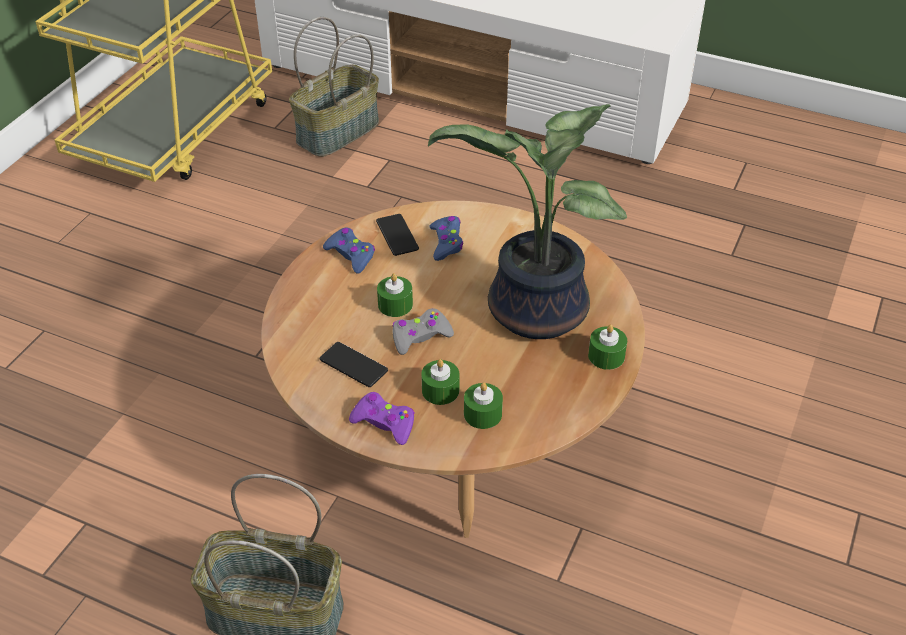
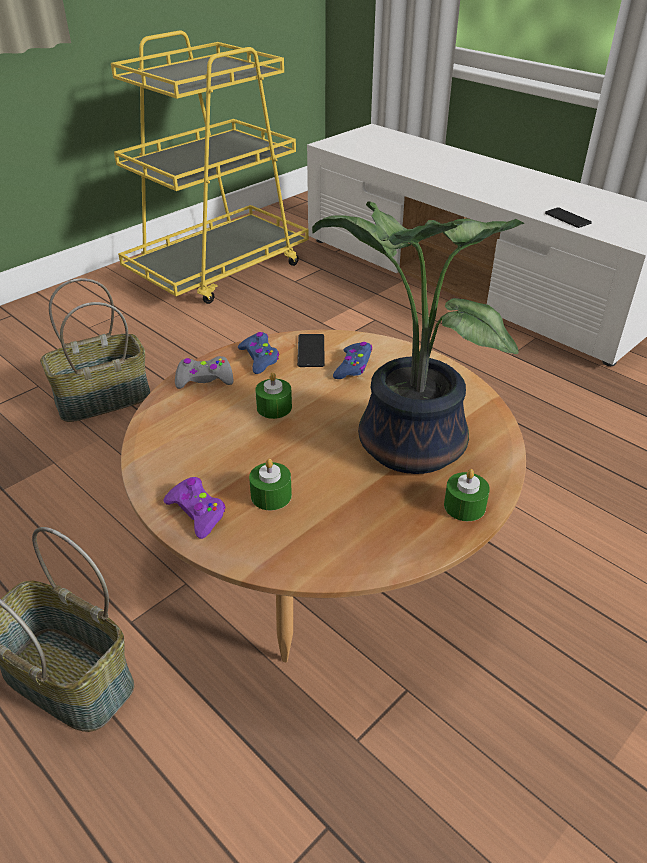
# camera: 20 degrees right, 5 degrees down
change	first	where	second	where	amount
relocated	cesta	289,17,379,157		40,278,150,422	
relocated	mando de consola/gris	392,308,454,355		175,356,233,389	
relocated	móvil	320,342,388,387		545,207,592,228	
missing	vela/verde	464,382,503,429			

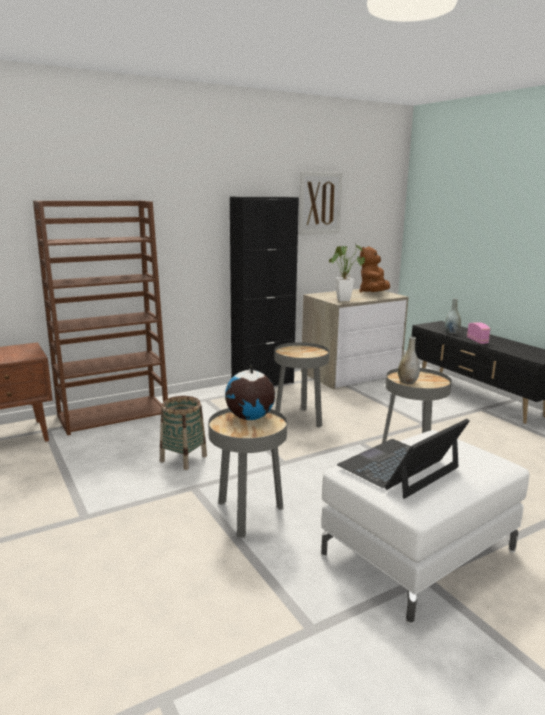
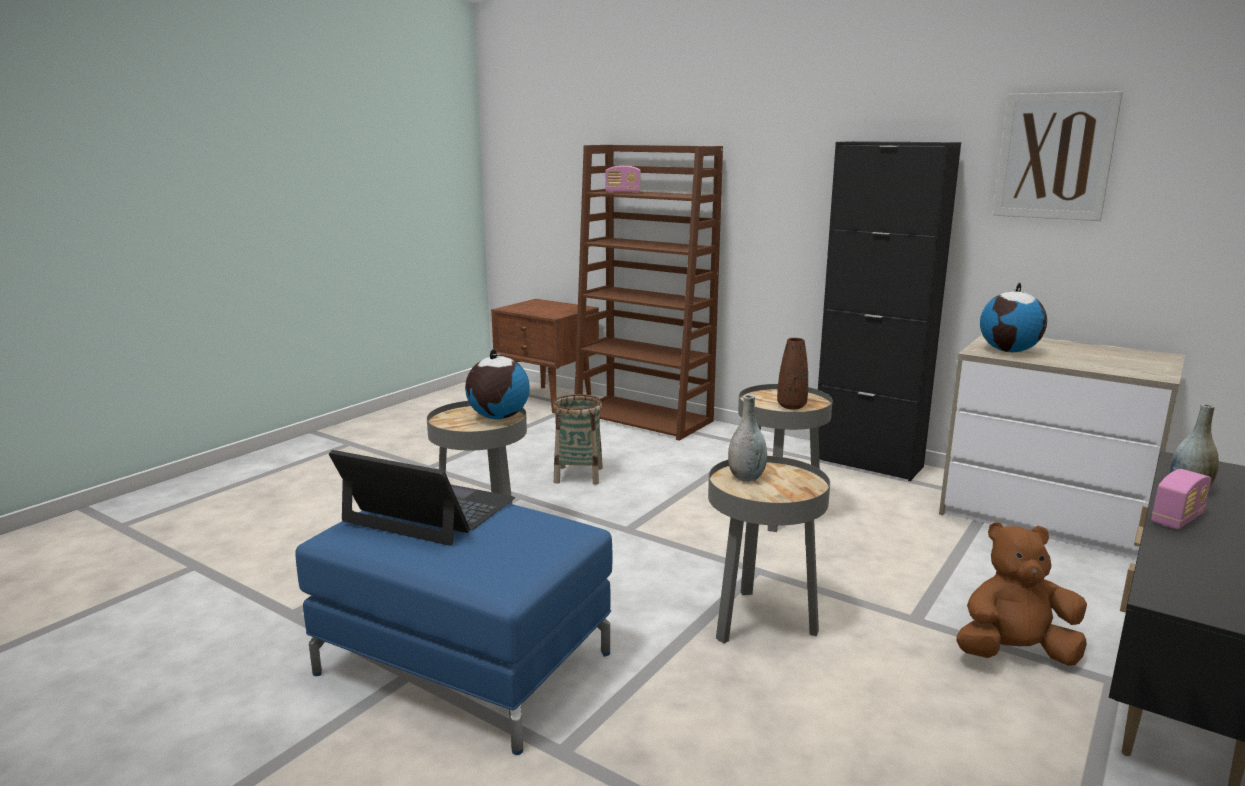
# camera: 65 degrees right, 0 degrees up
change	first	where	second	where	amount
exchanged	planta en maceta	329,243,365,301	globo terráqueo	980,283,1047,353	
relocated	peluche/marrón	359,246,390,292		957,522,1087,666	
colour	puf/blanco	321,430,529,625	puf/azul	295,503,612,755	
appeared			radio	605,165,641,193	
appeared			florero/marrón	777,338,808,410	

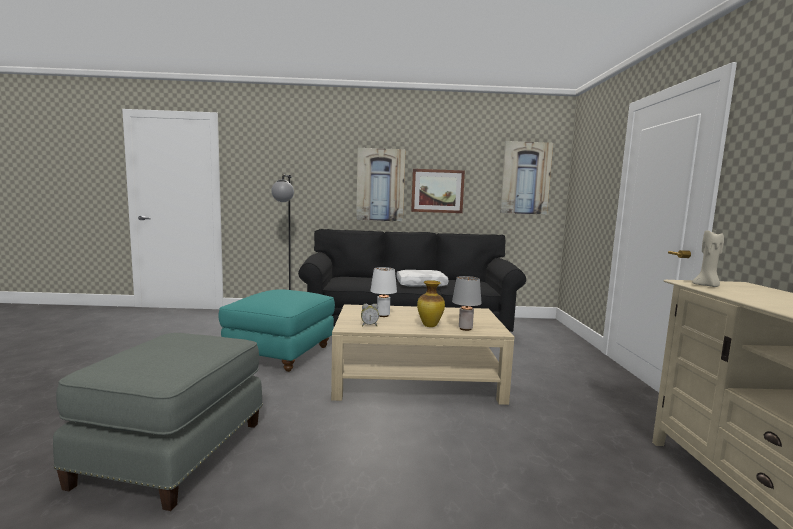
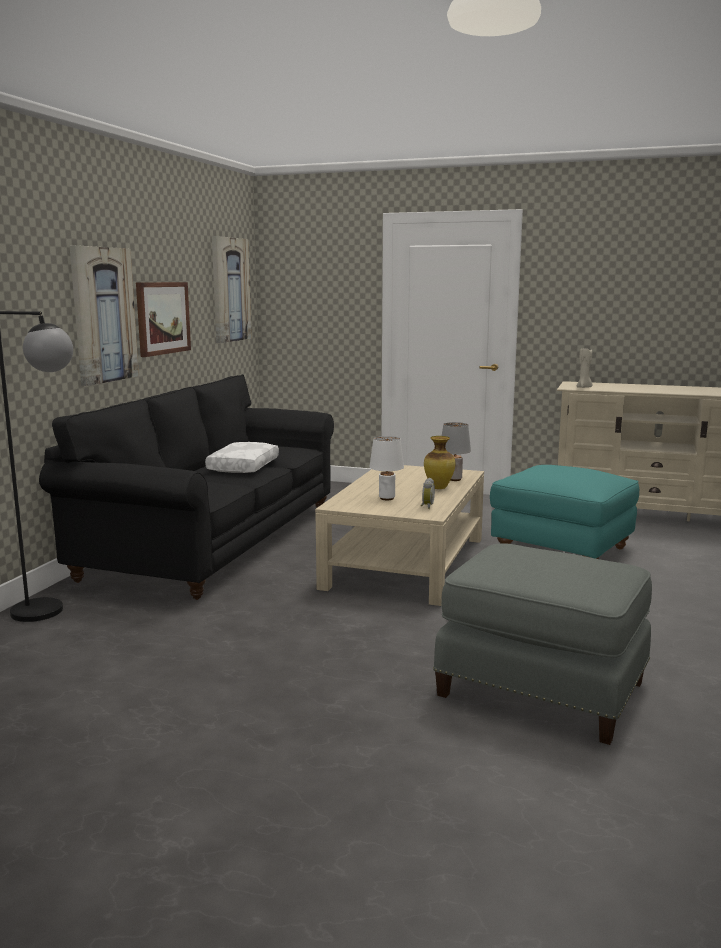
# camera: 70 degrees left, 5 degrees up
change	first	where	second	where	amount
relocated	puf/turquesa	219,289,335,372		490,465,639,559	

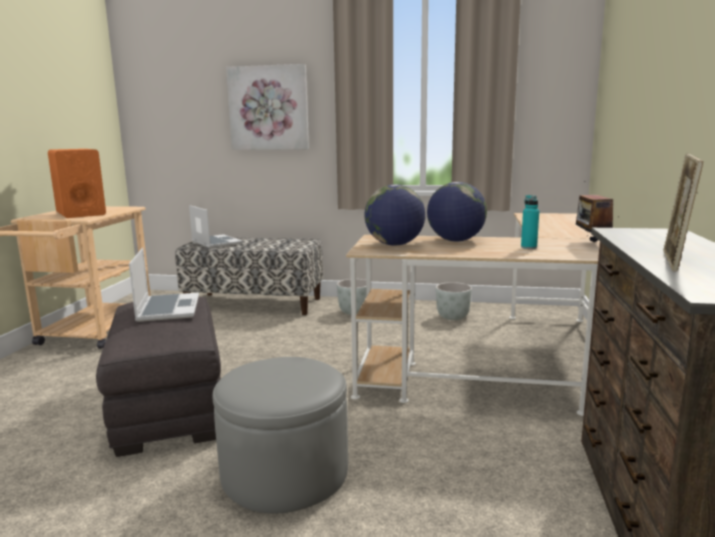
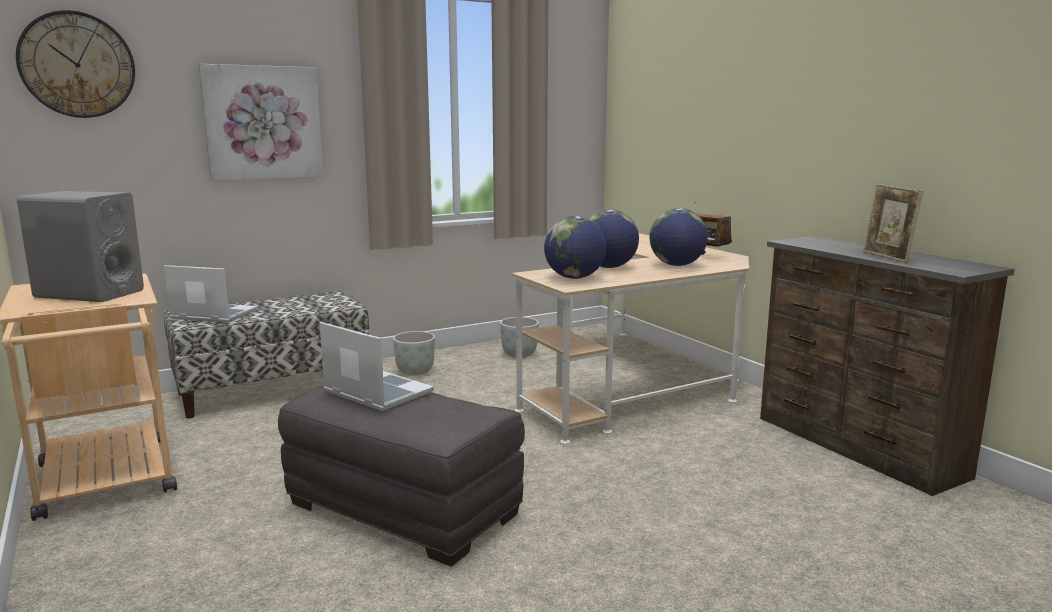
# camera: 40 degrees left, 0 degrees up
change	first	where	second	where	amount
colour	altavoz/naranja	48,149,106,218	altavoz/gris	17,191,144,302	
exchanged	botella/turquesa	521,195,539,249	globo terráqueo	649,208,708,266	
missing	puf/gris	213,357,348,513			
appeared			reloj de pared	16,10,135,118	

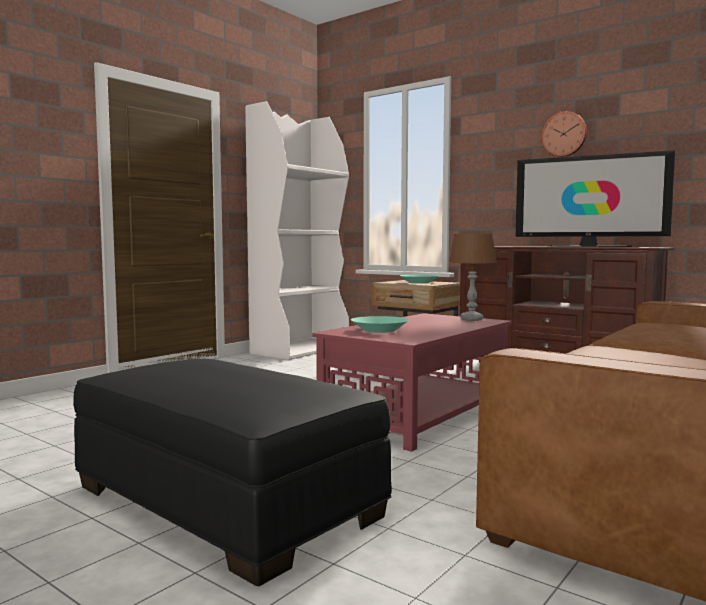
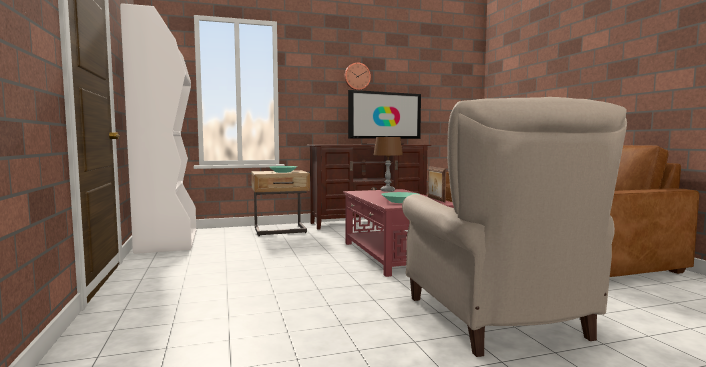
# camera: 55 degrees left, 0 degrees up
change	first	where	second	where	amount
exchanged	puf/negro	73,359,392,586	sillón/beis	402,97,627,357	
appeared			portarretratos	428,166,446,202	

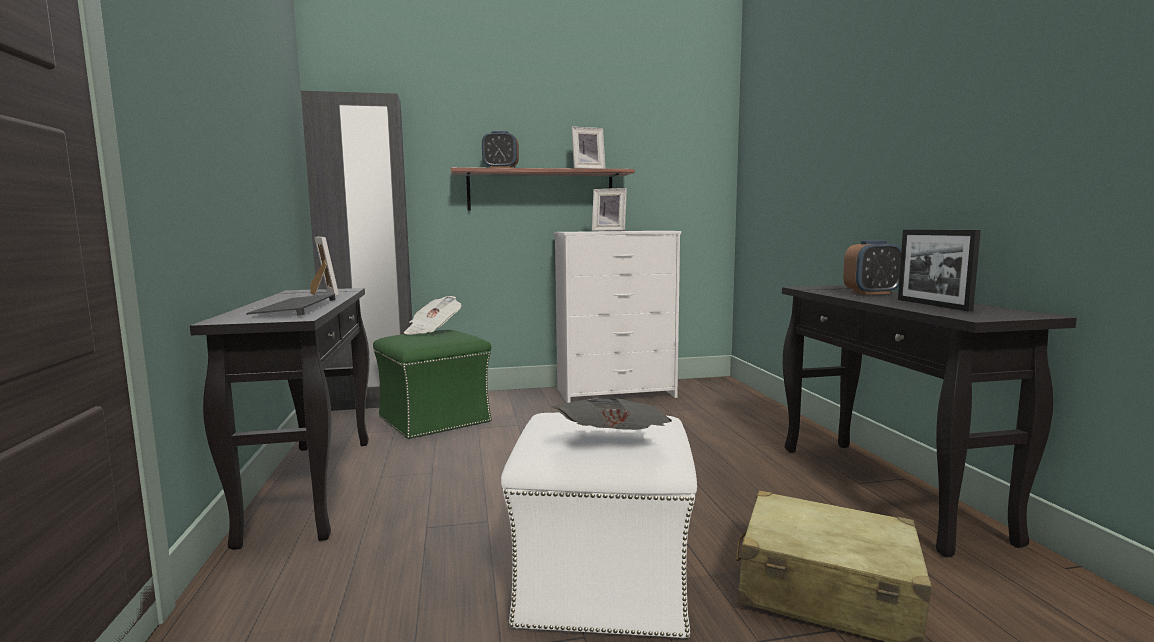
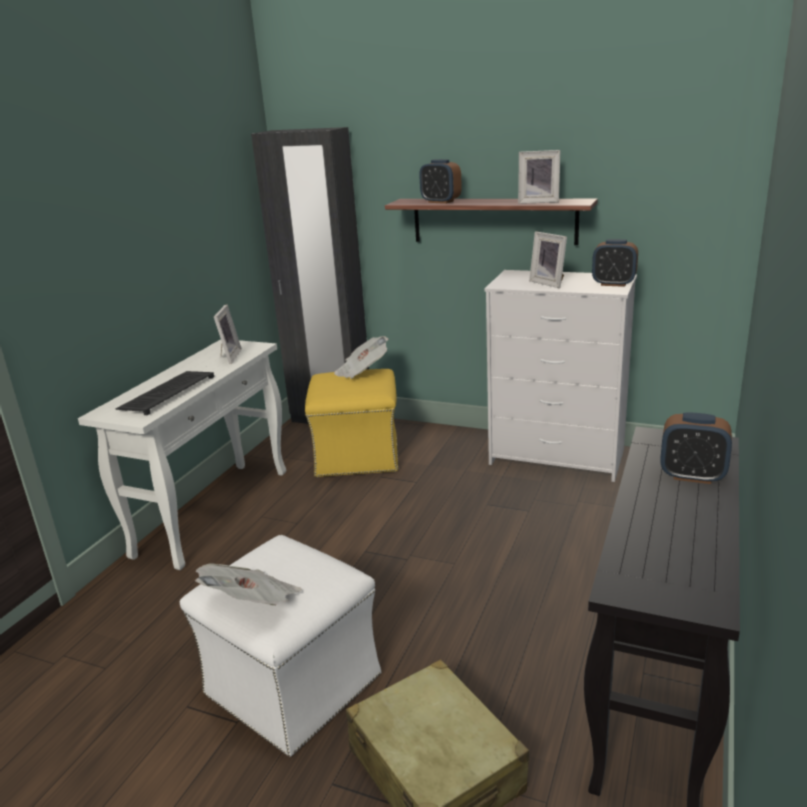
# camera: 35 degrees right, 15 degrees up
change	first	where	second	where	amount
missing	portarretratos	898,230,981,311			
colour	mesa consola/negro	190,288,369,550	mesa consola/blanco	78,339,286,570	
colour	puf/verde	373,330,492,440	puf/amarillo	305,369,399,477	
appeared			despertador	592,239,638,287	

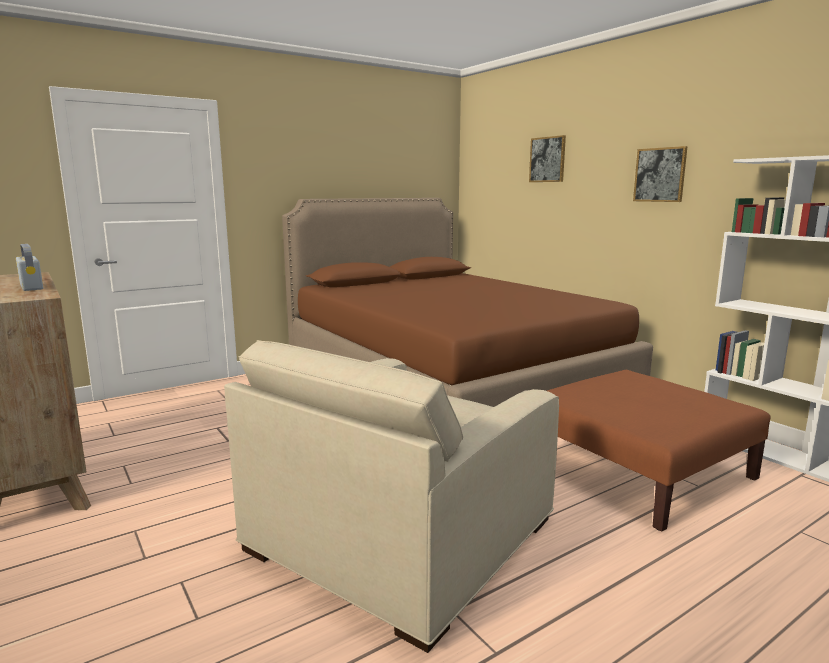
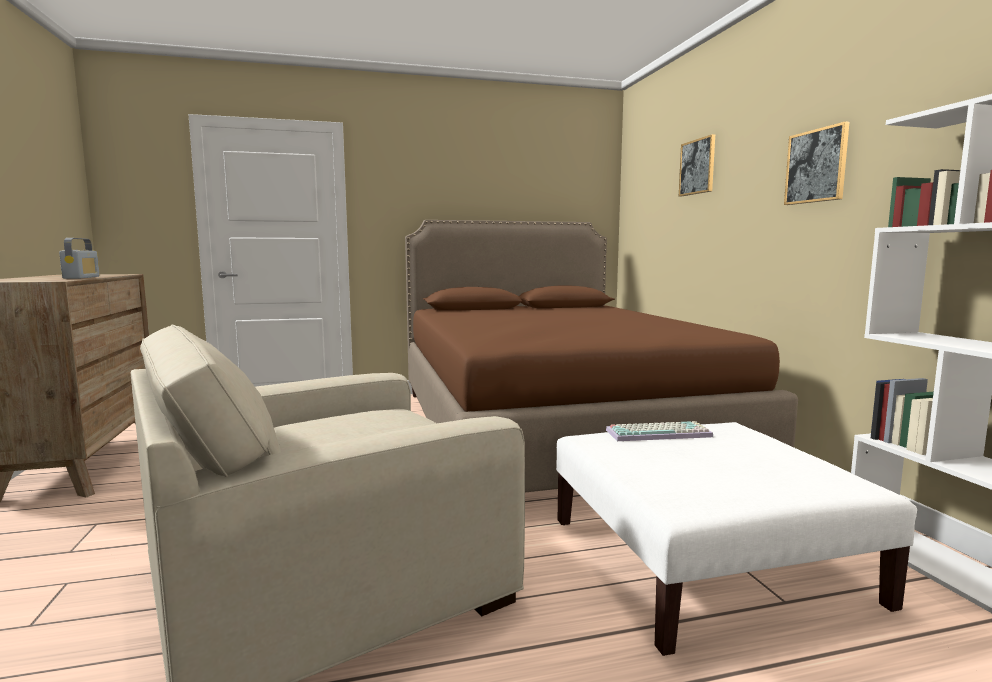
# camera: 20 degrees right, 5 degrees down
change	first	where	second	where	amount
colour	puf/marrón	547,370,770,531	puf/blanco	556,422,917,656	
appeared			teclado	606,421,713,441	

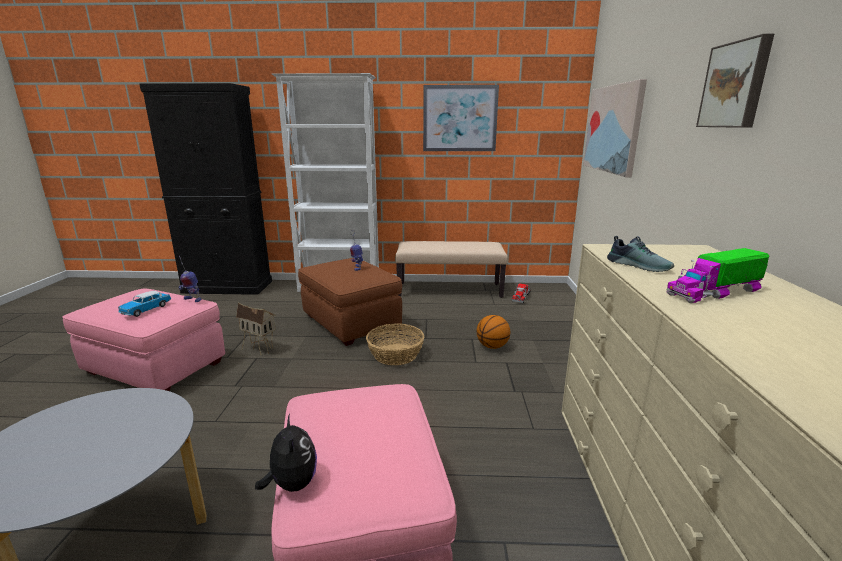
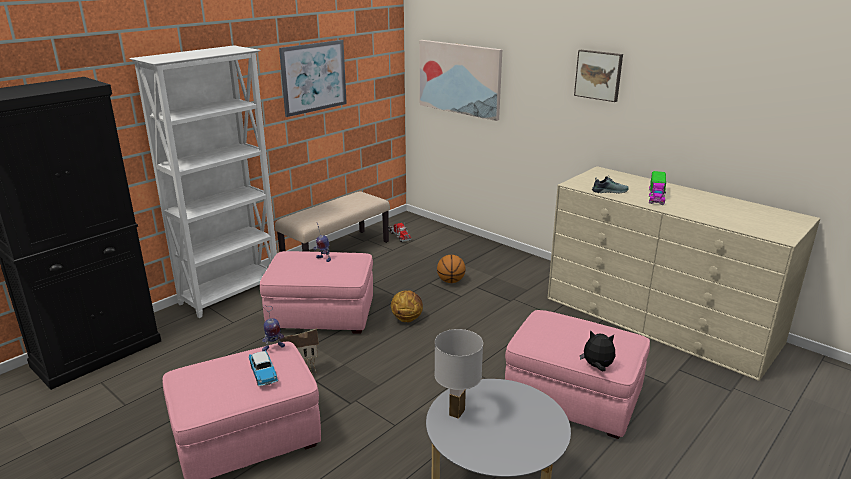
# camera: 50 degrees left, 5 degrees up
change	first	where	second	where	amount
colour	puf/marrón	298,258,402,346	puf/rosa	260,251,373,334	
exchanged	cesta	366,323,425,365	balón de baloncesto	391,290,423,322	
appeared			lámpara de mesa/blanco	434,329,483,419	

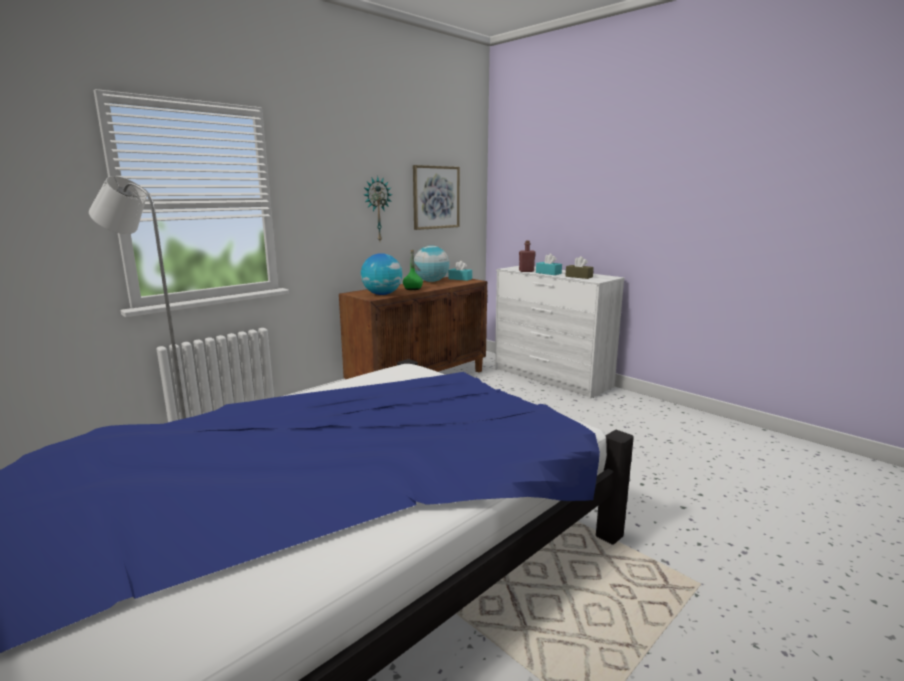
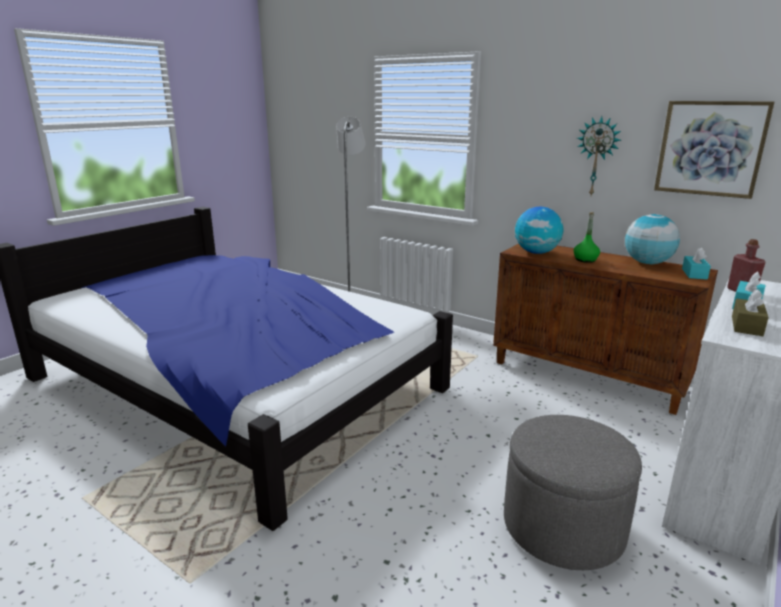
# camera: 80 degrees right, 5 degrees up
change	first	where	second	where	amount
appeared			puf/gris	504,415,642,570	

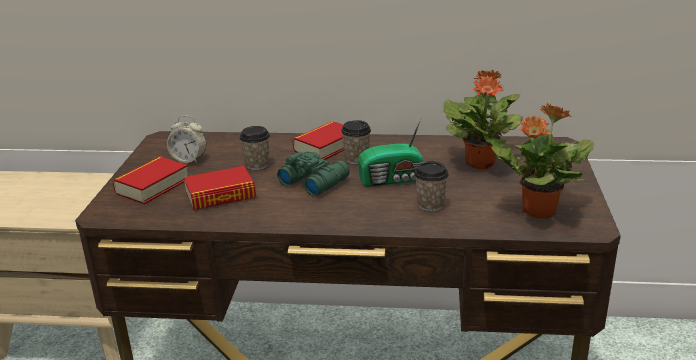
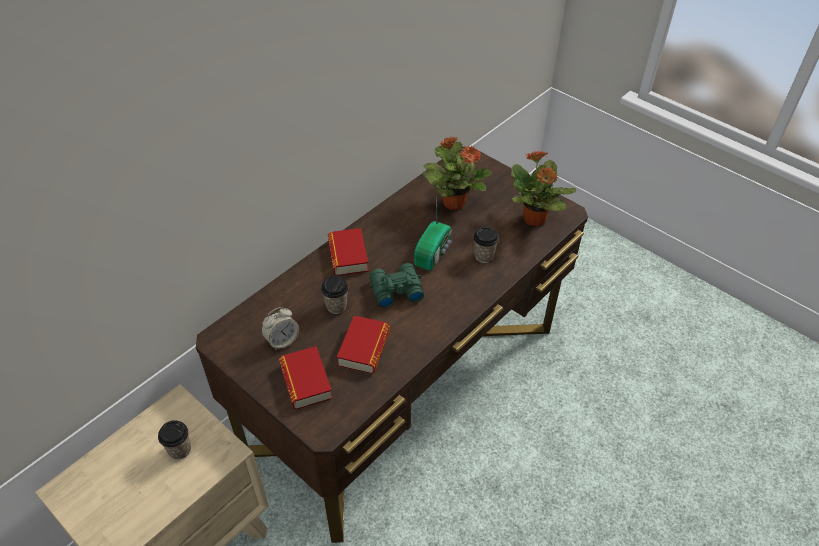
# camera: 55 degrees left, 20 degrees up
change	first	where	second	where	amount
relocated	taza	341,120,371,164		158,420,191,460	

